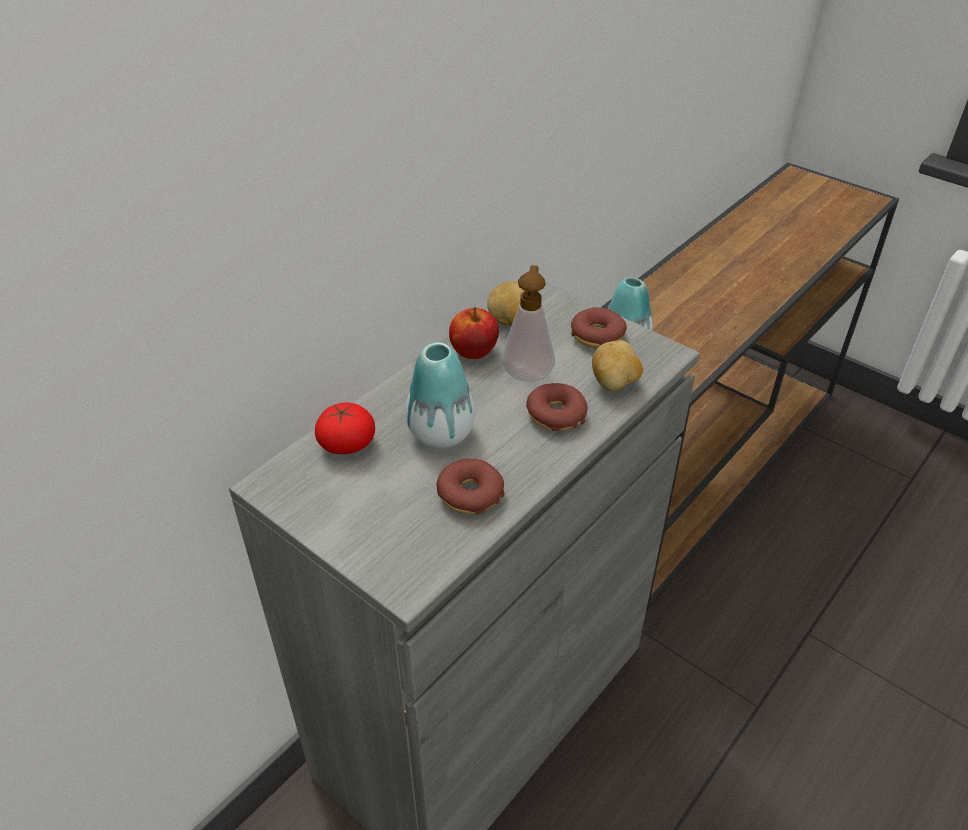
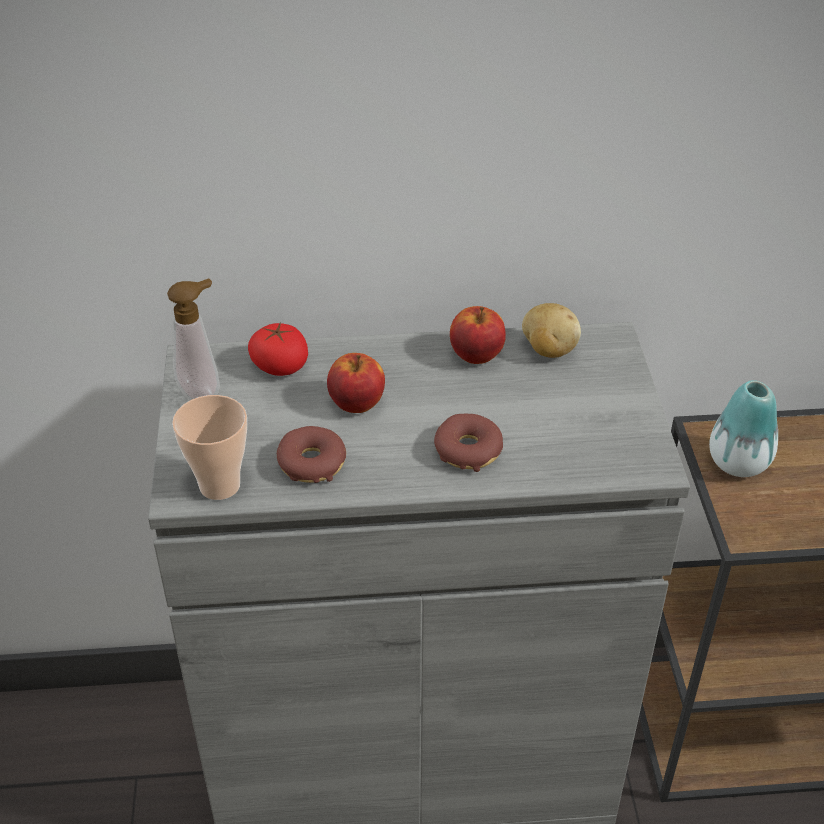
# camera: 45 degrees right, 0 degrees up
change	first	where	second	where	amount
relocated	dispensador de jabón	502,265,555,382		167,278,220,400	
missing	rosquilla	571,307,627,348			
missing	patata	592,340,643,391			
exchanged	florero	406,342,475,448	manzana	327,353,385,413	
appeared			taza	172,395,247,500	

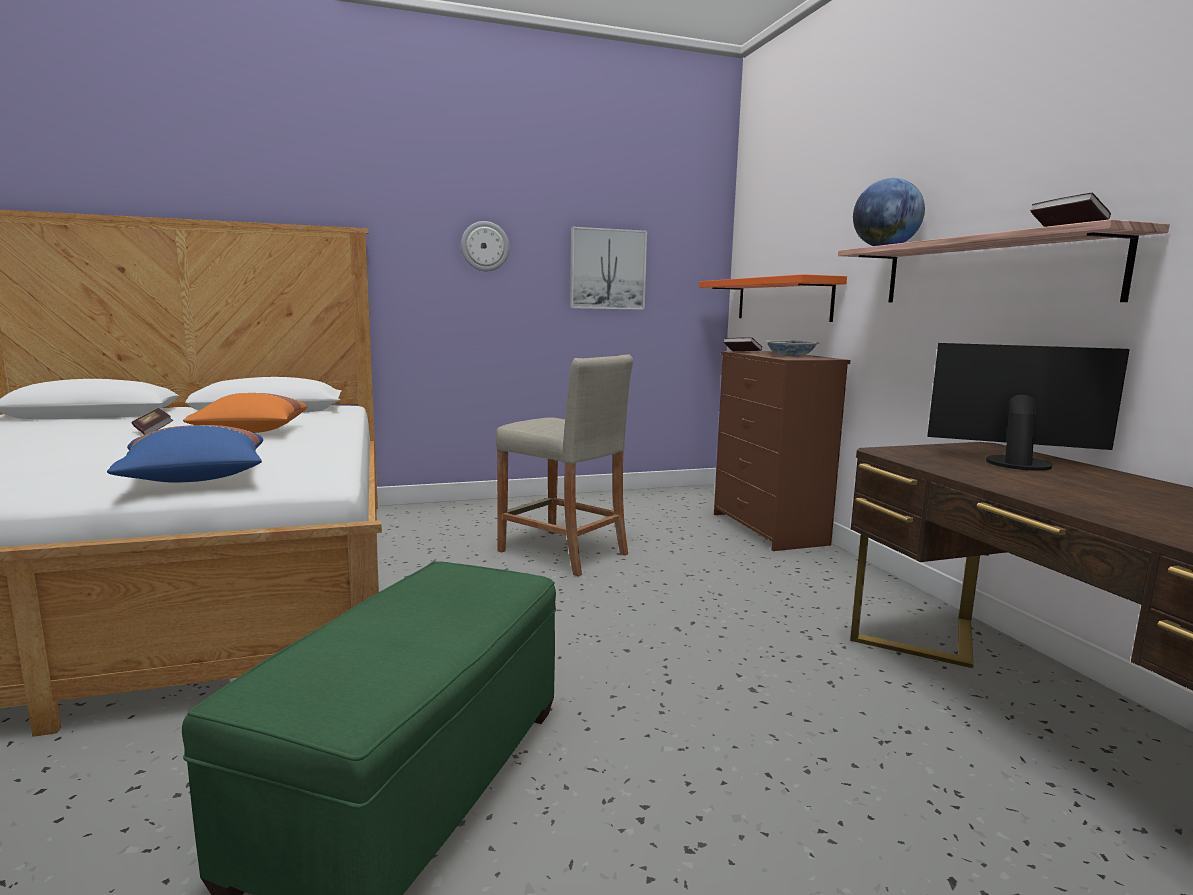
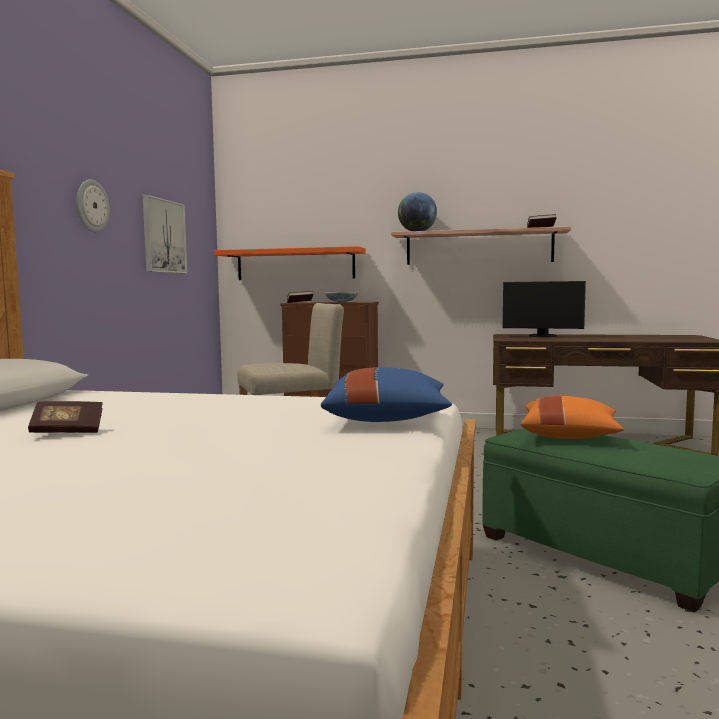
# camera: 60 degrees left, 5 degrees down
change	first	where	second	where	amount
spun	monitor	927,343,1130,471		503,281,586,337	120 degrees counterclockwise
relocated	cojín/naranja	183,393,307,433		521,396,624,439	

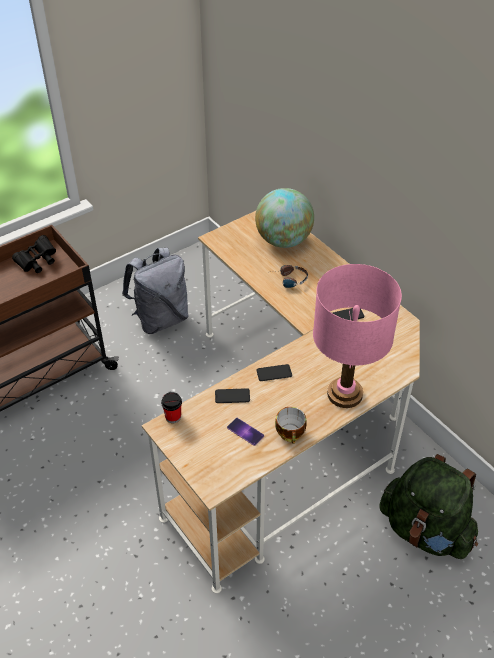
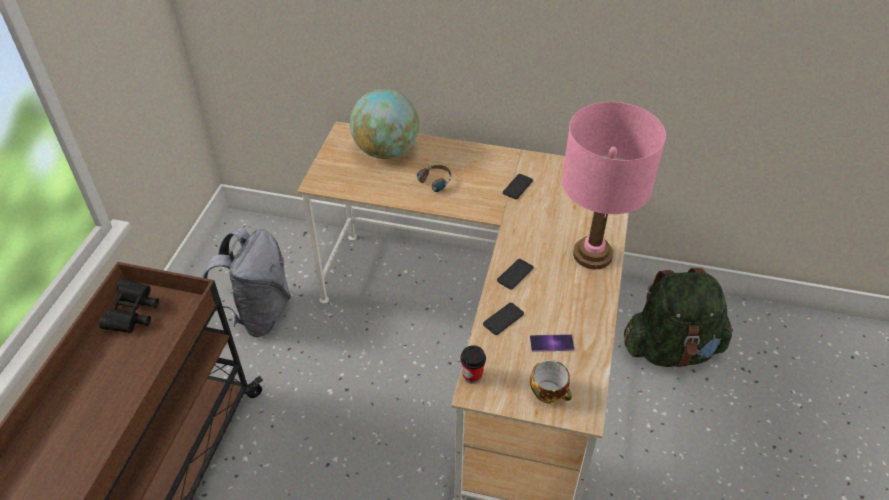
# camera: 40 degrees left, 0 degrees up
change	first	where	second	where	amount
relocated	taza	275,407,307,444		530,360,572,403	

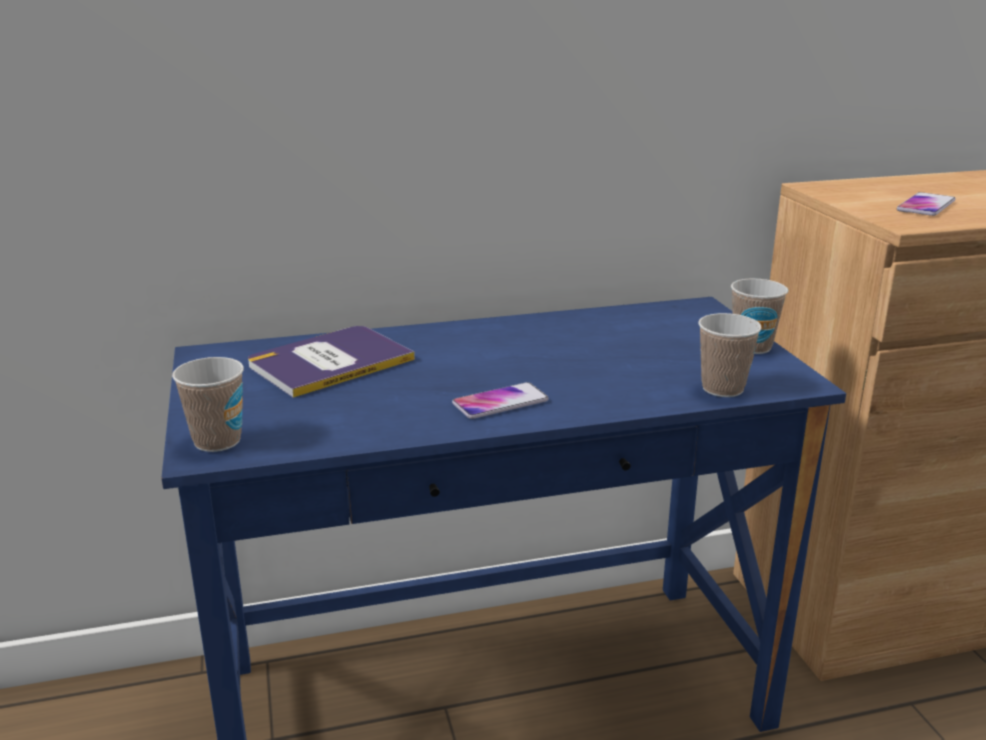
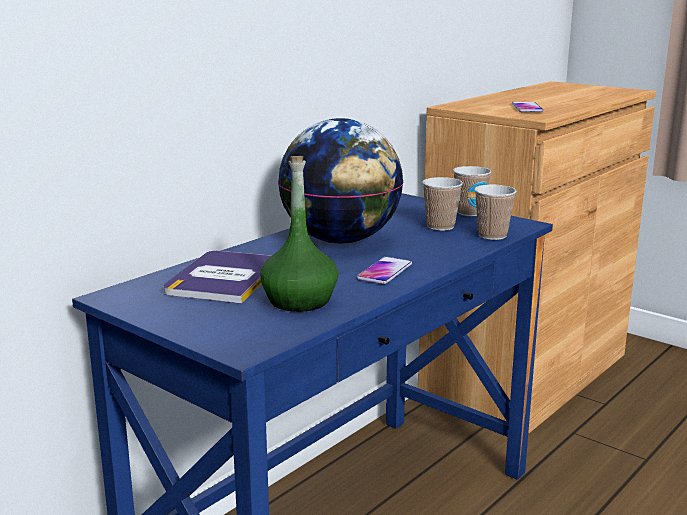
# camera: 35 degrees left, 5 degrees down
change	first	where	second	where	amount
relocated	taza	172,357,244,452		422,177,463,231	
appeared			globo terráqueo	278,118,404,243	
appeared			botella/verde	260,156,338,312	

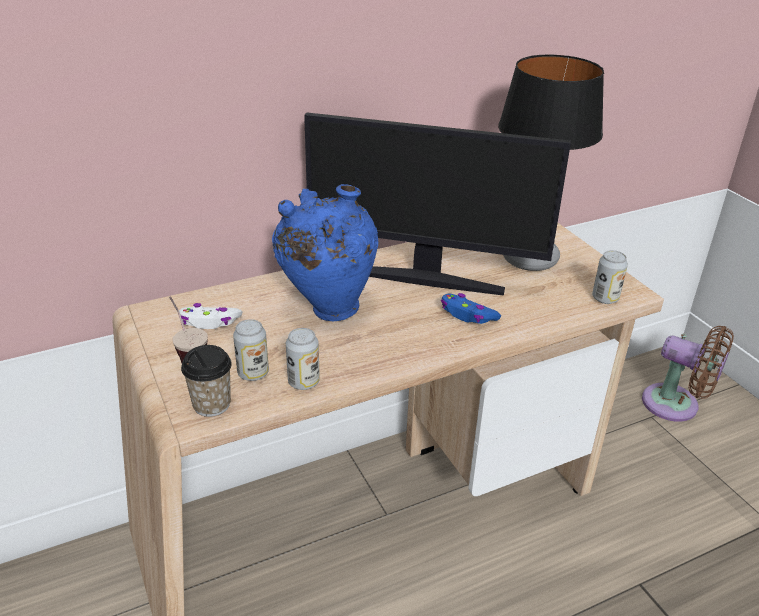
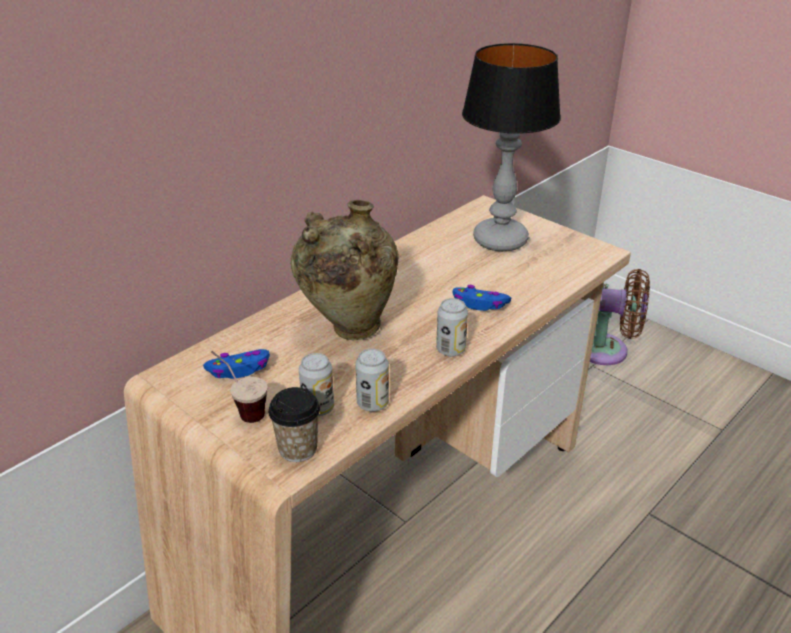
# camera: 20 degrees left, 0 degrees up
change	first	where	second	where	amount
missing	monitor	304,113,571,296			
colour	florero/azul	272,184,378,321	florero/beis	290,200,398,340	
relocated	lata	592,250,628,304		436,298,468,357	
colour	mando de consola/blanco	179,303,242,329	mando de consola/azul	203,349,270,379	

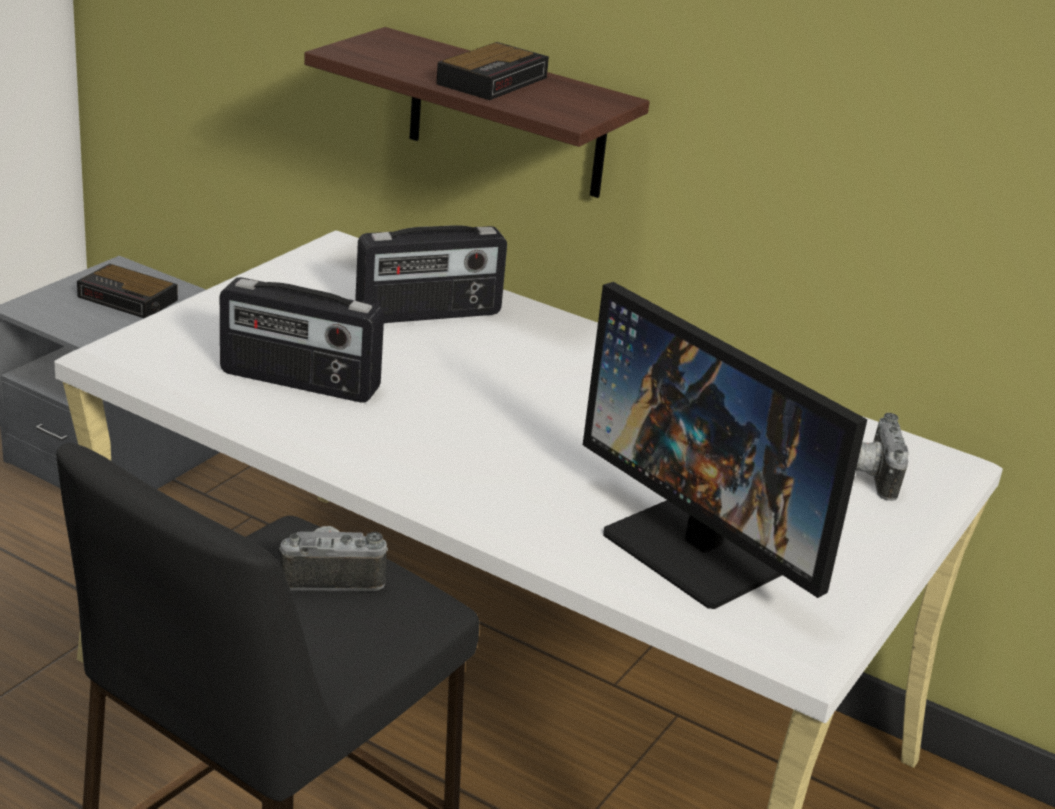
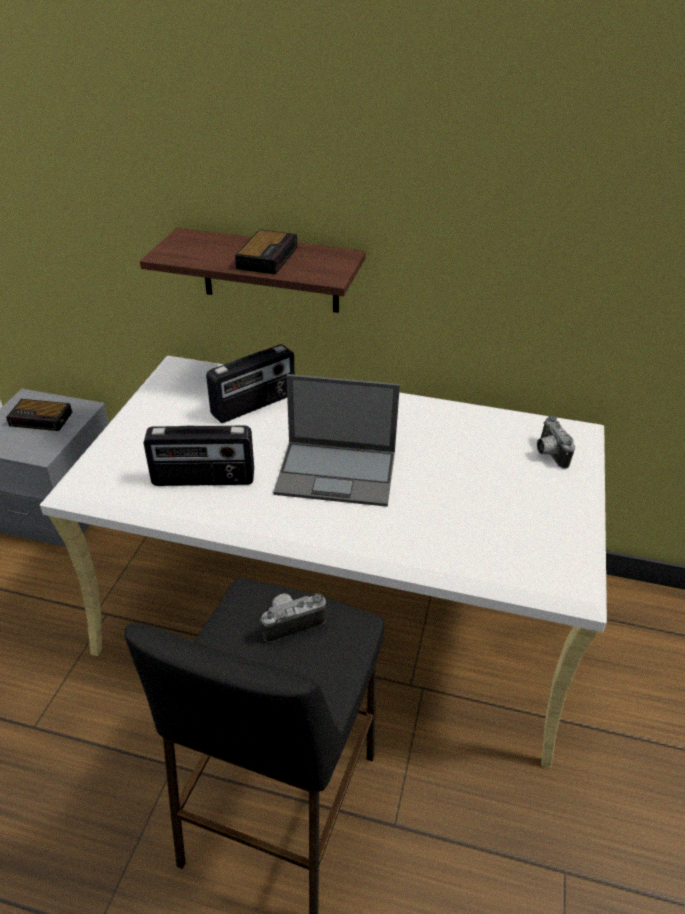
# camera: 15 degrees left, 10 degrees up
change	first	where	second	where	amount
missing	monitor	583,282,868,609			
appeared			portátil	273,374,400,507	

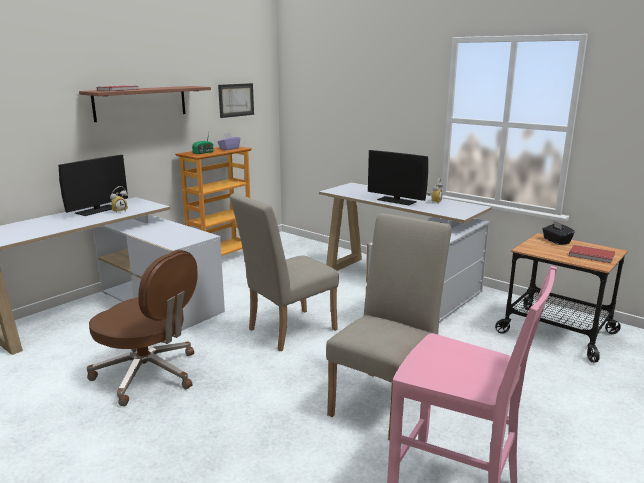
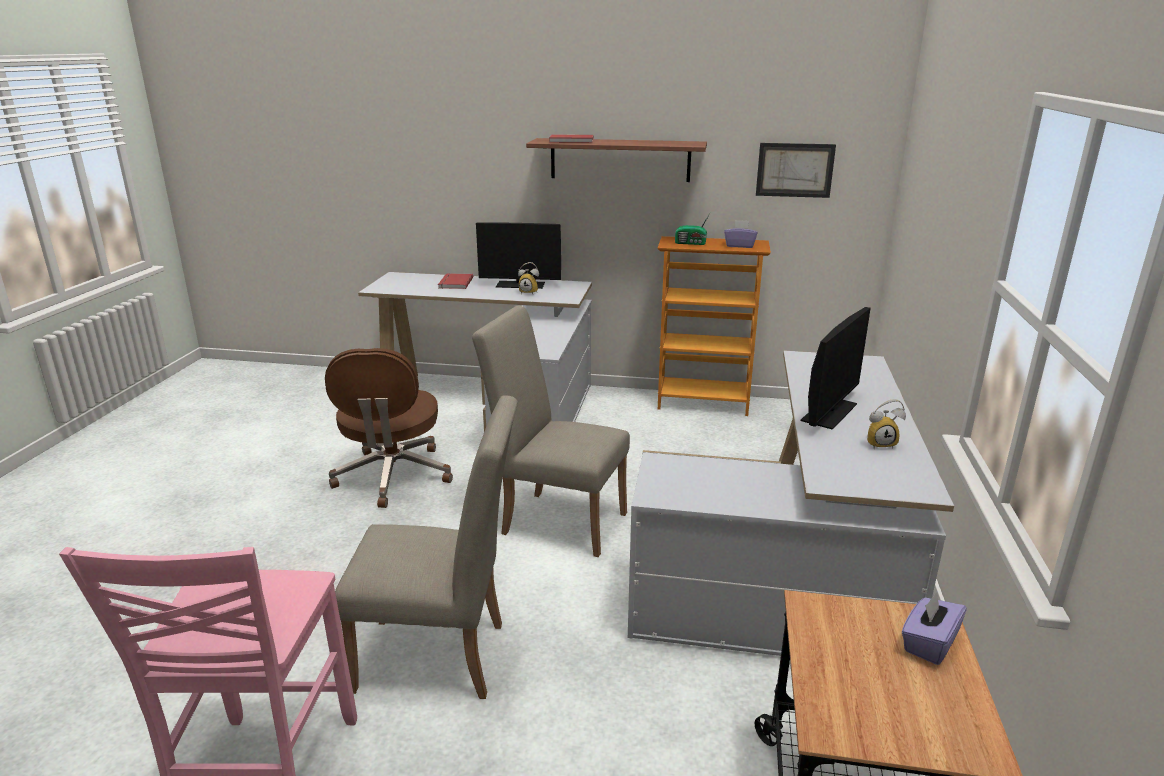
# camera: 60 degrees right, 5 degrees up
change	first	where	second	where	amount
spun	monitor	368,150,428,205		801,307,871,430	150 degrees counterclockwise
colour	caja de pañuelos/negro	542,220,575,245	caja de pañuelos/morado	902,592,967,665	
relocated	libro/rojo	569,245,615,263		438,273,473,289	

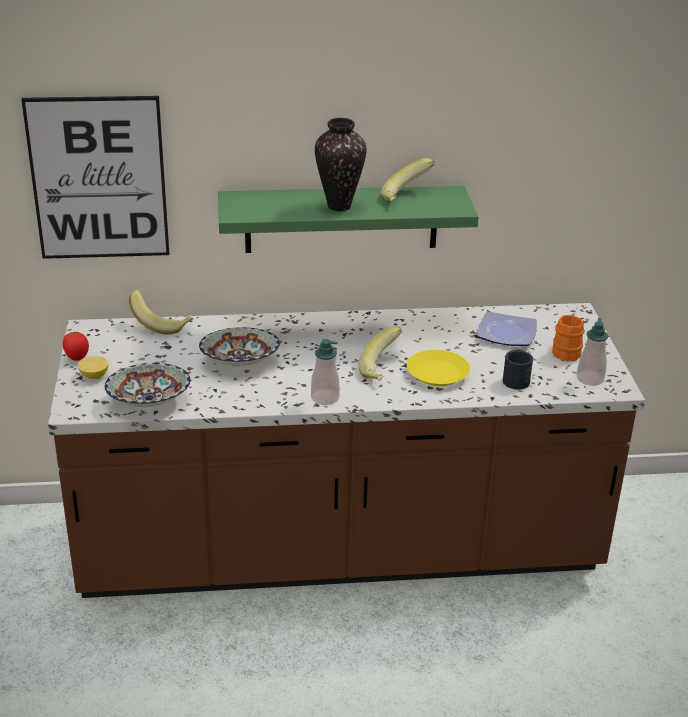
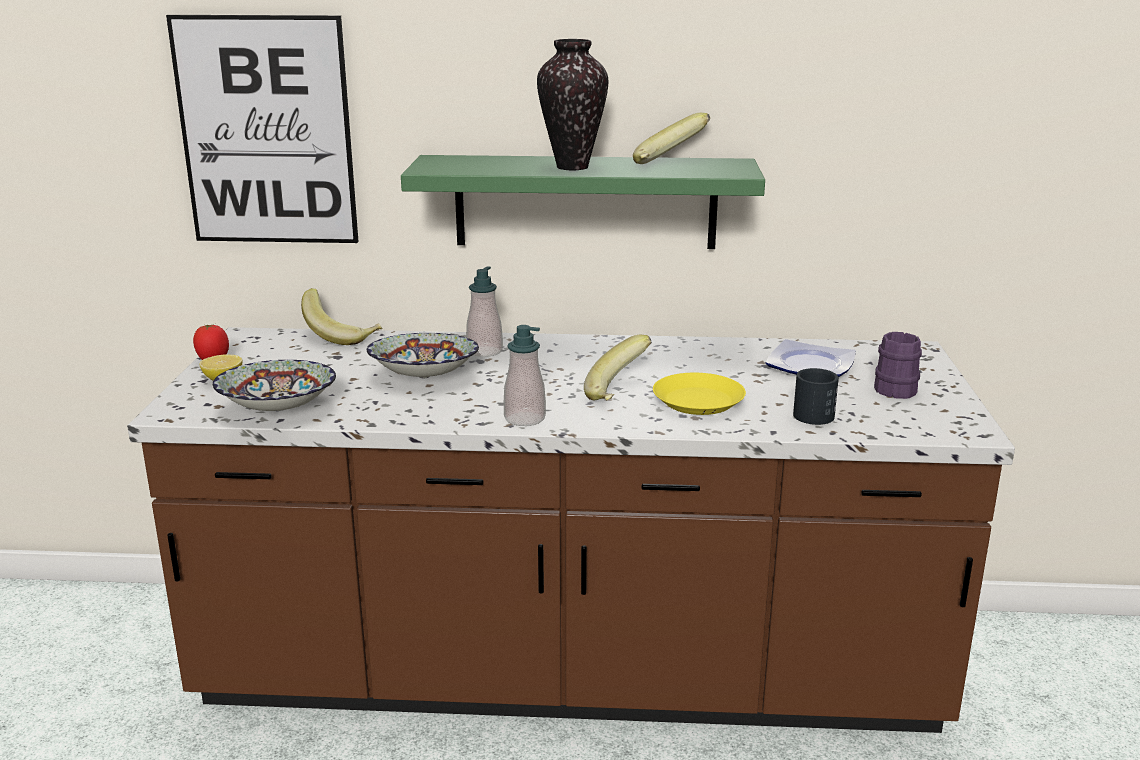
# camera: 10 degrees right, 10 degrees down
change	first	where	second	where	amount
colour	taza grande/naranja	552,315,584,361	taza grande/morado	874,332,922,399	
relocated	dispensador de jabón	577,318,608,386		466,266,503,357	

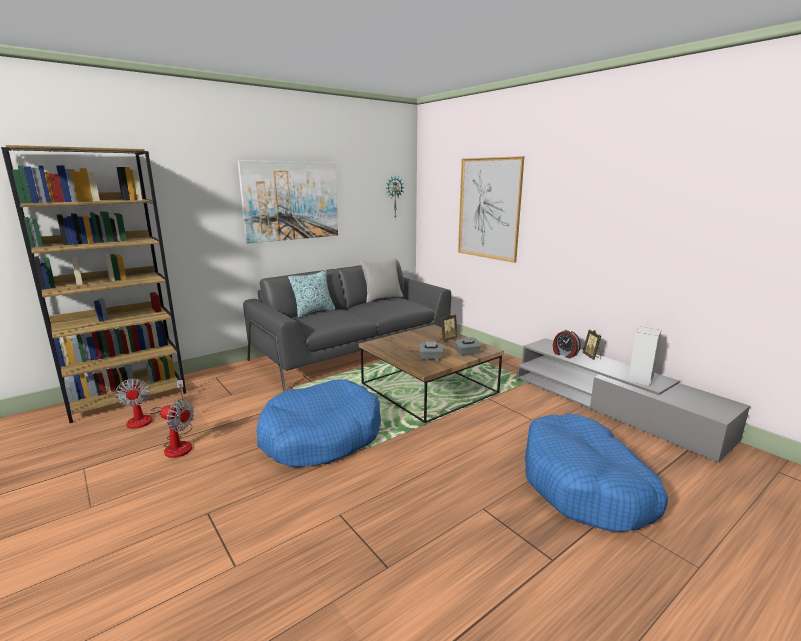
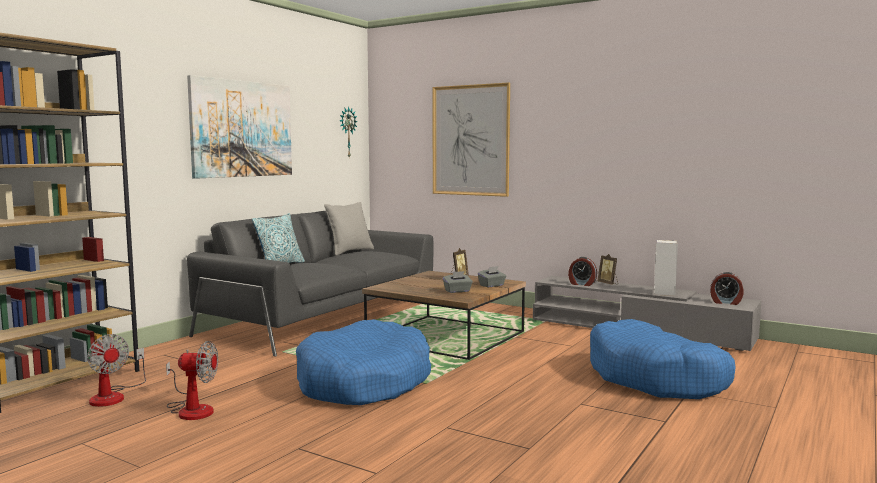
# camera: 20 degrees left, 10 degrees down
change	first	where	second	where	amount
appeared			despertador	710,272,743,305	

